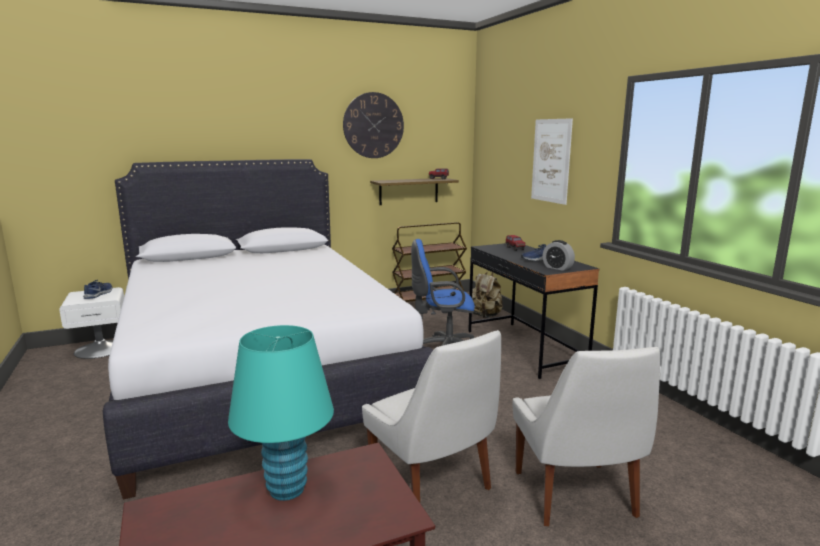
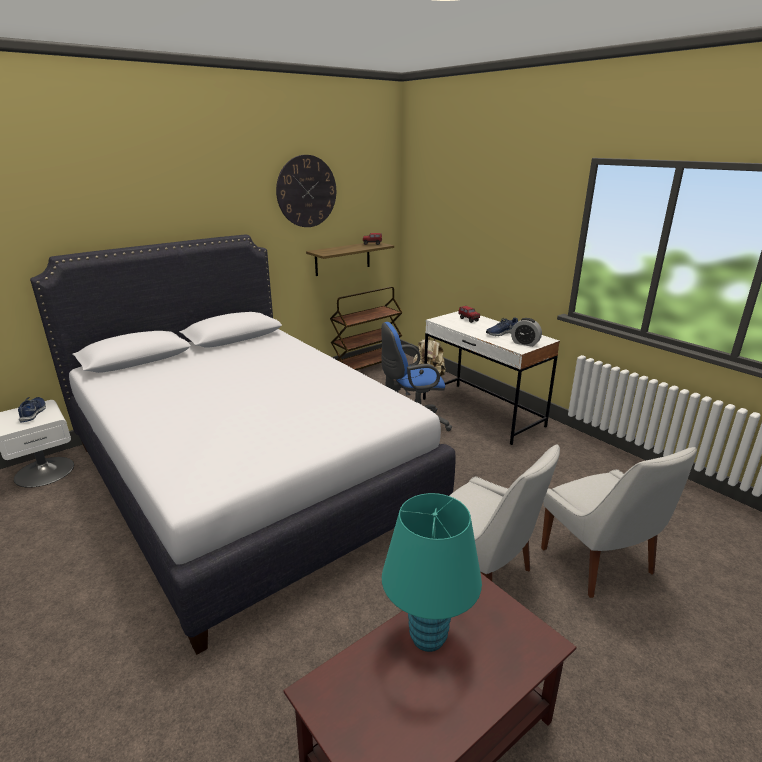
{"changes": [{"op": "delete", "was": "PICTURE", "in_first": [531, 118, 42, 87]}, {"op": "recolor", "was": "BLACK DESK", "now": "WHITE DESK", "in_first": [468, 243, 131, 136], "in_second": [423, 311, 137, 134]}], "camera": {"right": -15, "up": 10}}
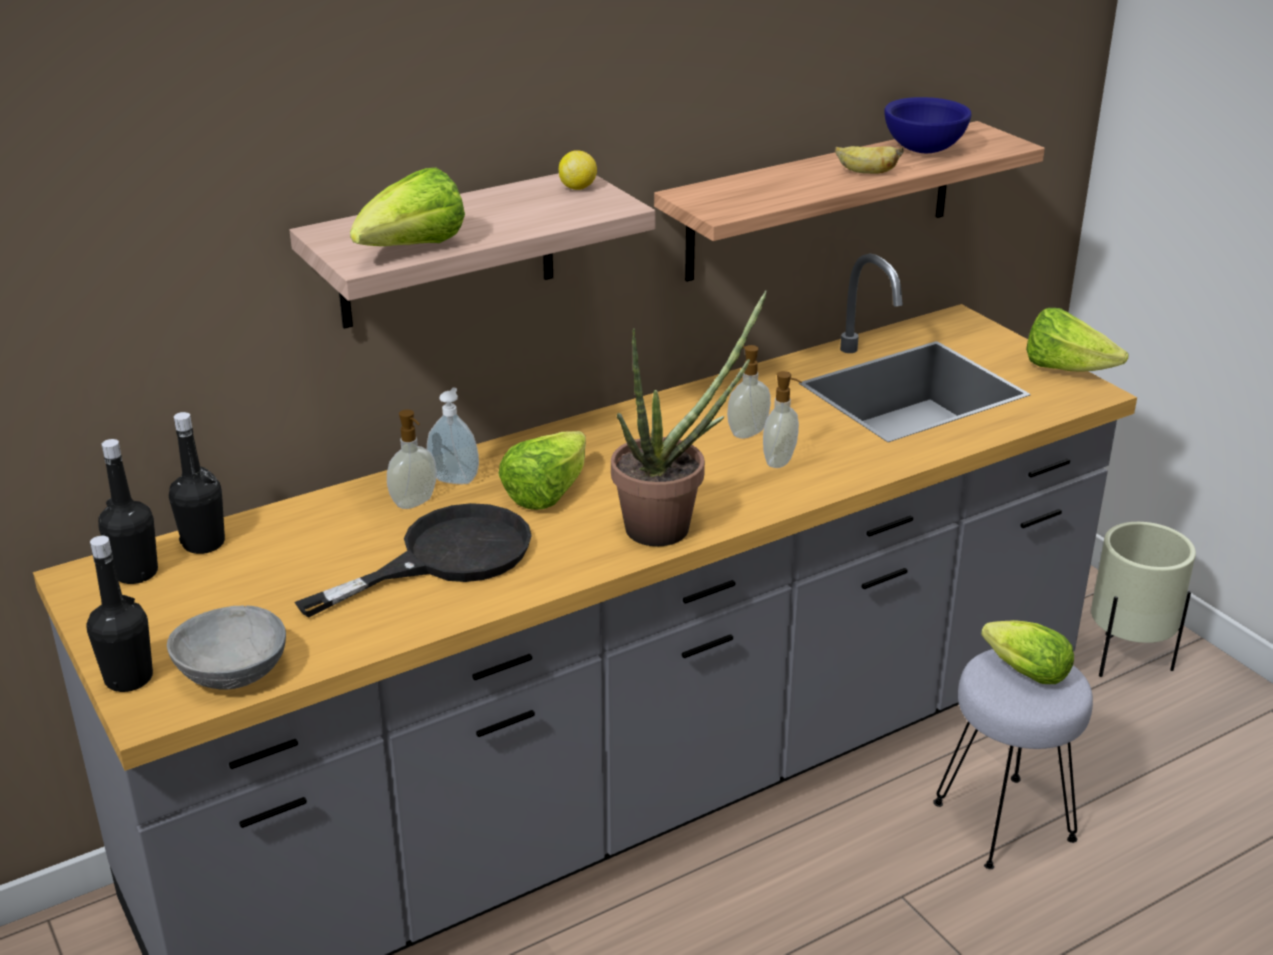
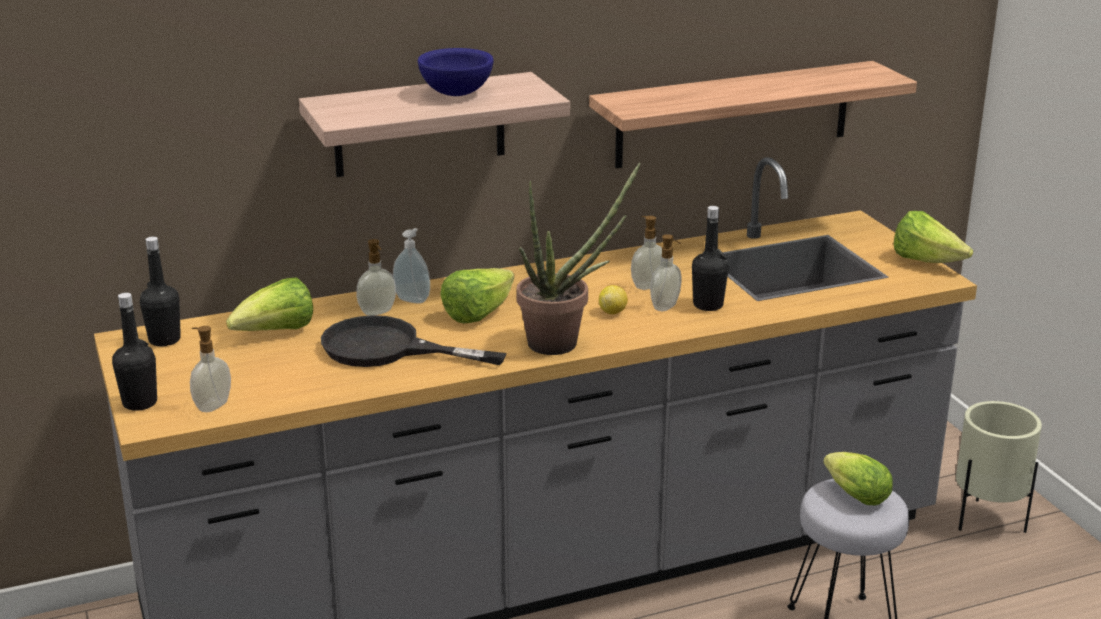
{"changes": [{"op": "move", "was": "BLUE BOWL", "in_first": [884, 97, 88, 56], "in_second": [418, 48, 76, 48]}, {"op": "delete", "was": "BANANA", "in_first": [835, 146, 69, 28]}, {"op": "move", "was": "LEMON", "in_first": [559, 150, 38, 40], "in_second": [599, 285, 29, 29]}, {"op": "move", "was": "LETTUCE", "in_first": [350, 168, 115, 78], "in_second": [226, 277, 87, 54]}, {"op": "move", "was": "BLACK BOTTLE", "in_first": [169, 412, 56, 142], "in_second": [692, 206, 37, 105]}, {"op": "rotate", "was": "BLACK FRYING PAN", "in_first": [295, 503, 237, 115], "in_second": [321, 315, 186, 52], "clockwise": -135}, {"op": "replace", "was": "GREY BOWL", "now": "SOAP DISPENSER", "in_first": [167, 605, 119, 85], "in_second": [190, 326, 41, 86]}], "camera": {"right": 10, "up": -5}}
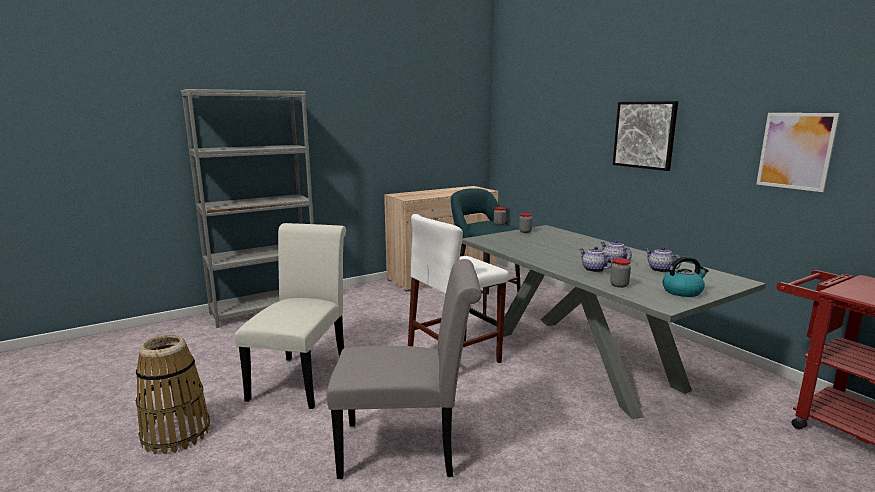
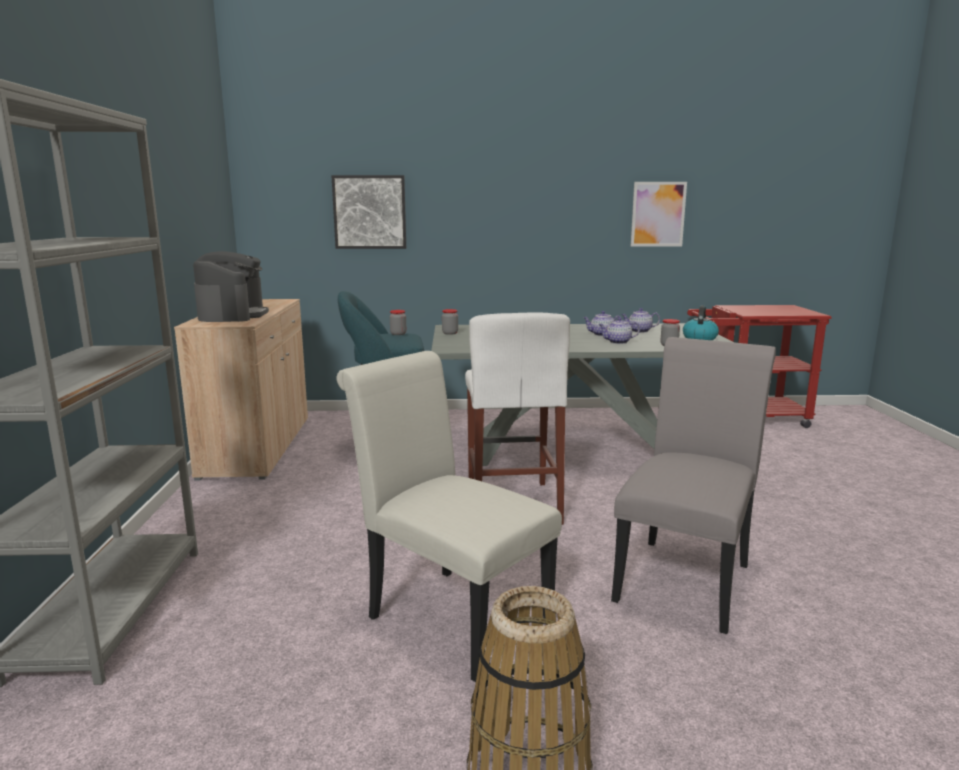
{"changes": [{"op": "move", "was": "PICTURE", "in_first": [613, 101, 65, 70], "in_second": [331, 175, 75, 74]}, {"op": "insert", "now": "COFFEE MACHINE", "in_second": [193, 251, 76, 71]}], "camera": {"right": -60, "up": 0}}
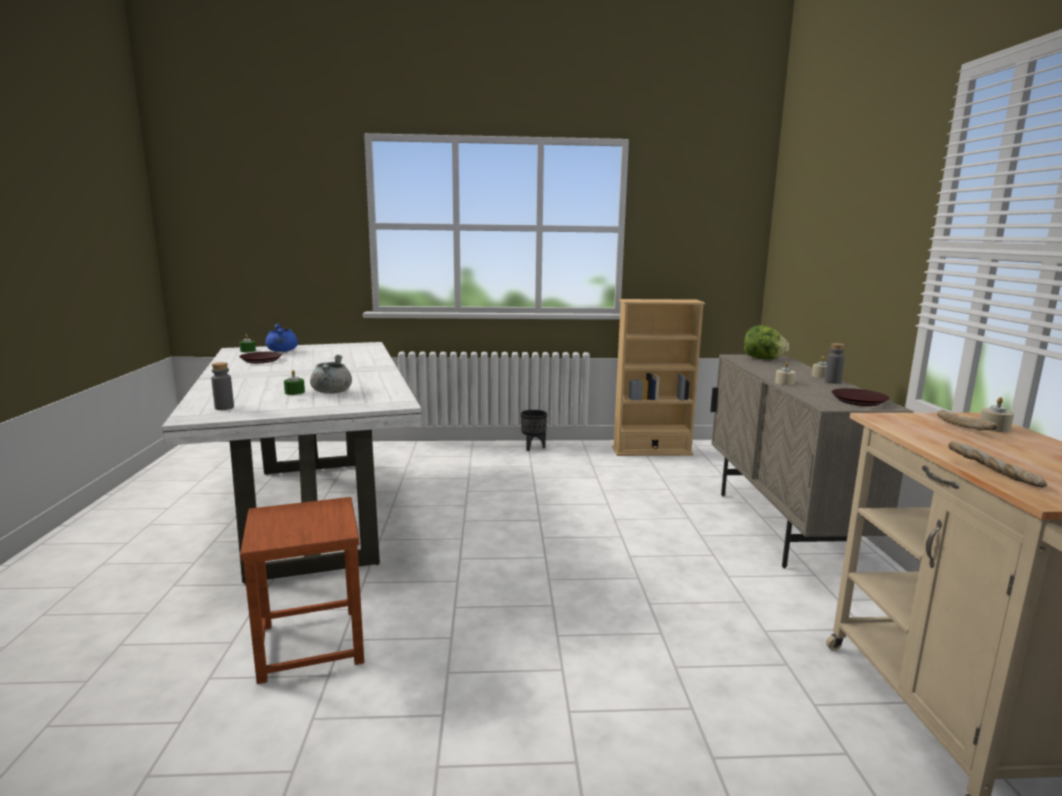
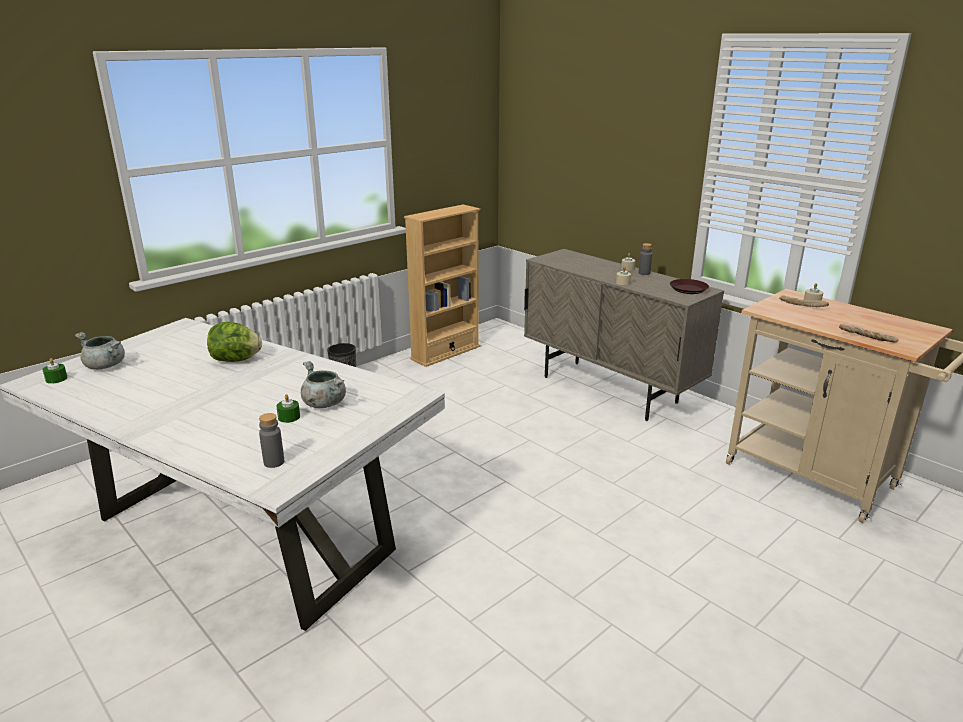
{"changes": [{"op": "recolor", "was": "BLUE COOKING POT", "now": "GREY COOKING POT", "in_first": [265, 323, 33, 29], "in_second": [75, 332, 50, 38]}, {"op": "move", "was": "LETTUCE", "in_first": [744, 325, 45, 35], "in_second": [207, 322, 55, 40]}, {"op": "delete", "was": "BROWN PLATE", "in_first": [239, 352, 43, 11]}, {"op": "delete", "was": "BROWN STOOL", "in_first": [240, 497, 124, 187]}], "camera": {"right": -40, "up": 10}}
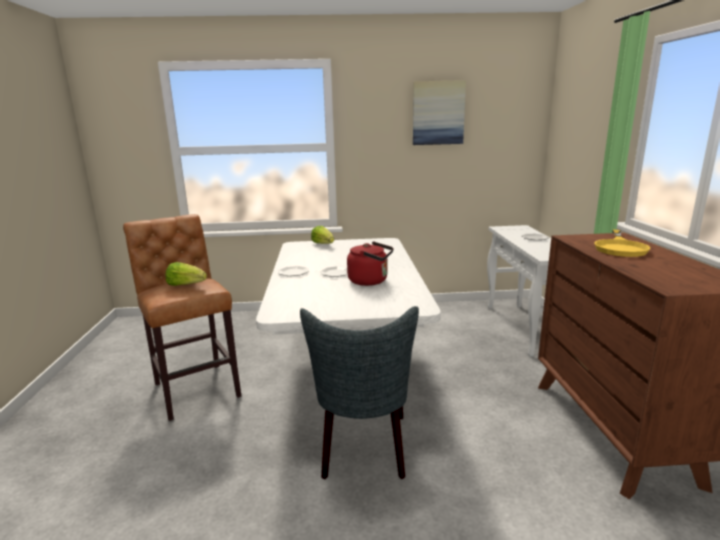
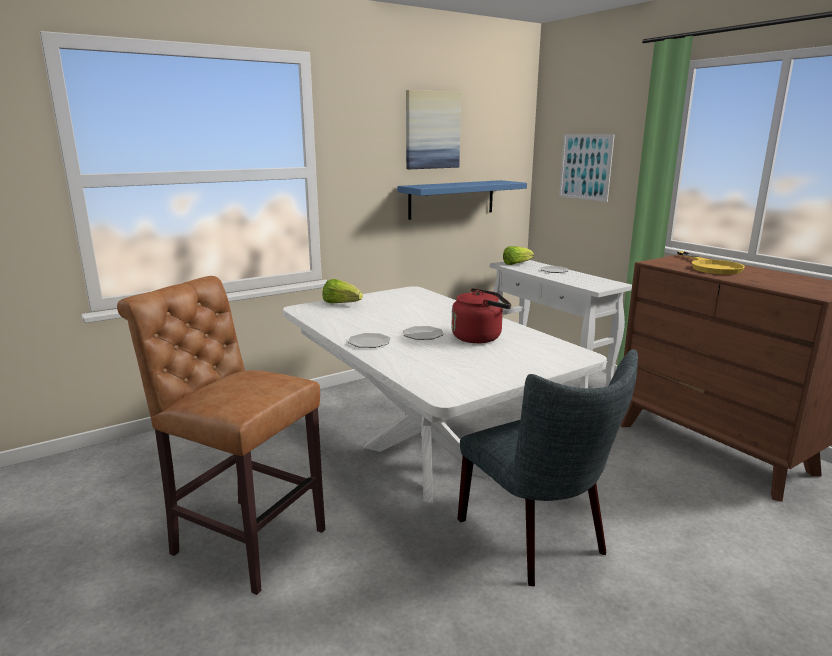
{"changes": [{"op": "move", "was": "LETTUCE", "in_first": [165, 262, 42, 24], "in_second": [503, 246, 31, 19]}, {"op": "insert", "now": "PICTURE", "in_second": [559, 134, 56, 68]}, {"op": "insert", "now": "BLUE SHELF", "in_second": [397, 180, 130, 40]}], "camera": {"right": -30, "up": 0}}
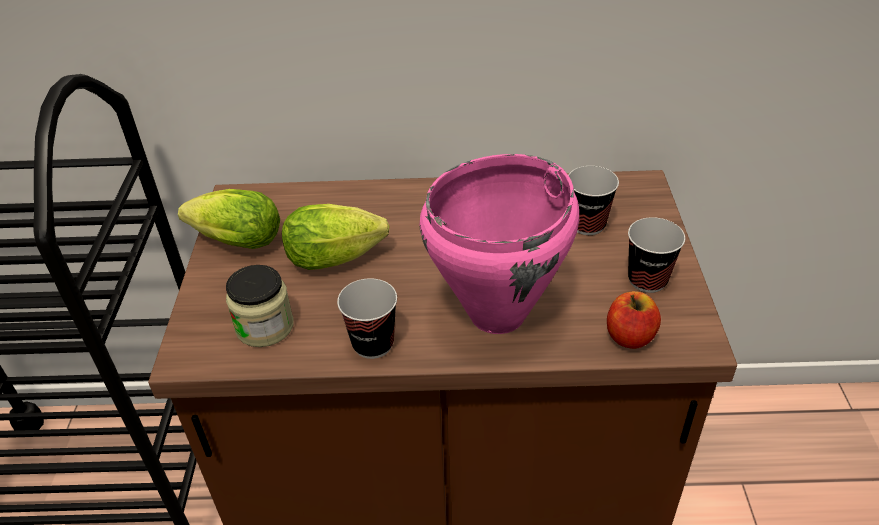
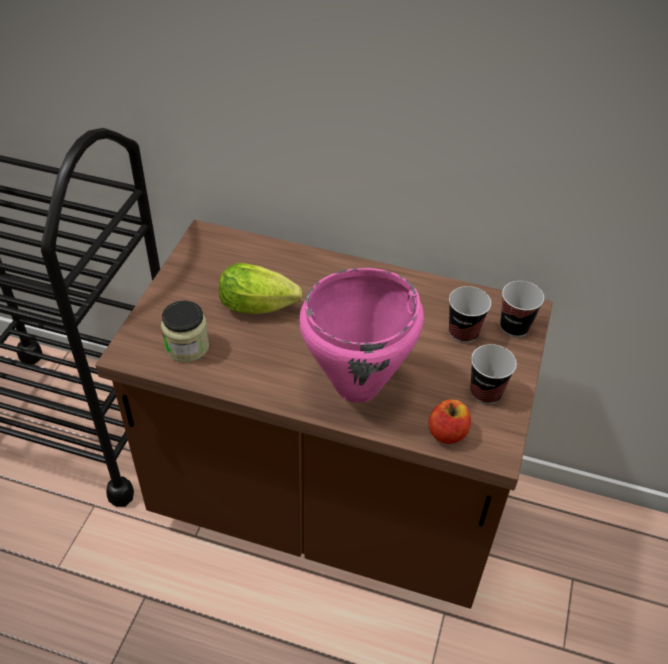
{"changes": [{"op": "delete", "was": "LETTUCE", "in_first": [178, 189, 102, 60]}, {"op": "move", "was": "CUP", "in_first": [337, 278, 60, 81], "in_second": [500, 281, 44, 56]}], "camera": {"right": 15, "up": 5}}
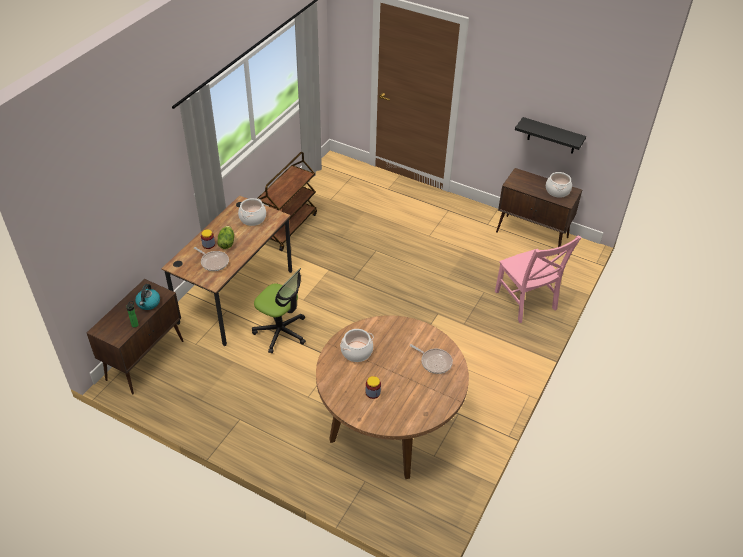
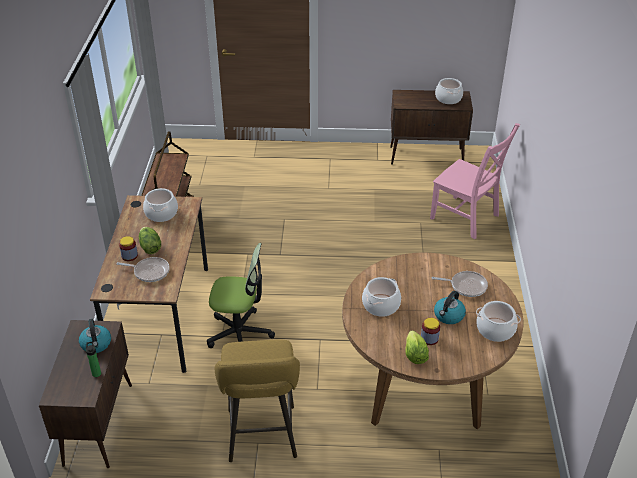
{"changes": [{"op": "delete", "was": "BLACK SHELF", "in_first": [515, 117, 71, 37]}, {"op": "insert", "now": "KETTLE", "in_second": [434, 291, 32, 33]}, {"op": "insert", "now": "COOKING POT", "in_second": [476, 301, 45, 41]}, {"op": "insert", "now": "LETTUCE", "in_second": [405, 330, 24, 34]}, {"op": "insert", "now": "YELLOW STOOL", "in_second": [214, 340, 86, 122]}], "camera": {"right": -25, "up": -5}}
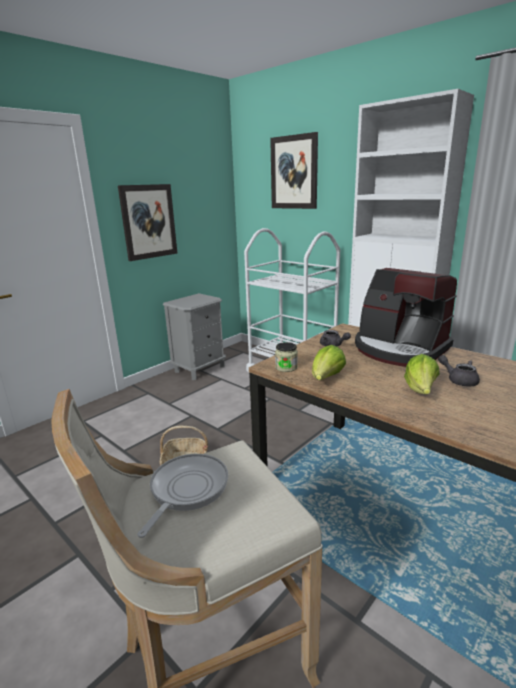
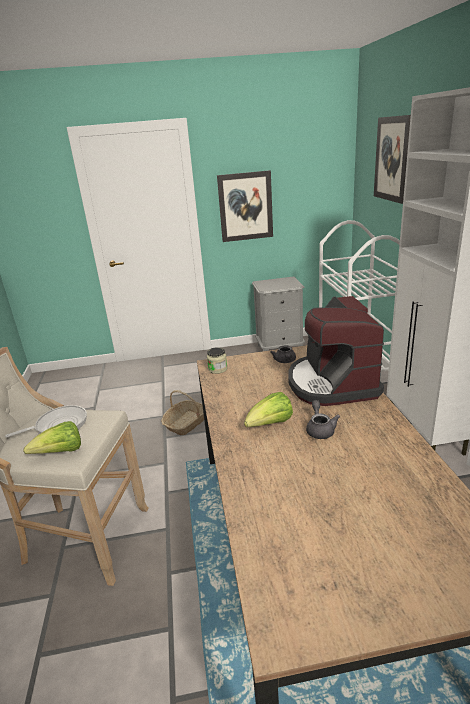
{"changes": [{"op": "move", "was": "LETTUCE", "in_first": [312, 345, 34, 35], "in_second": [23, 421, 58, 33]}], "camera": {"right": 40, "up": 5}}
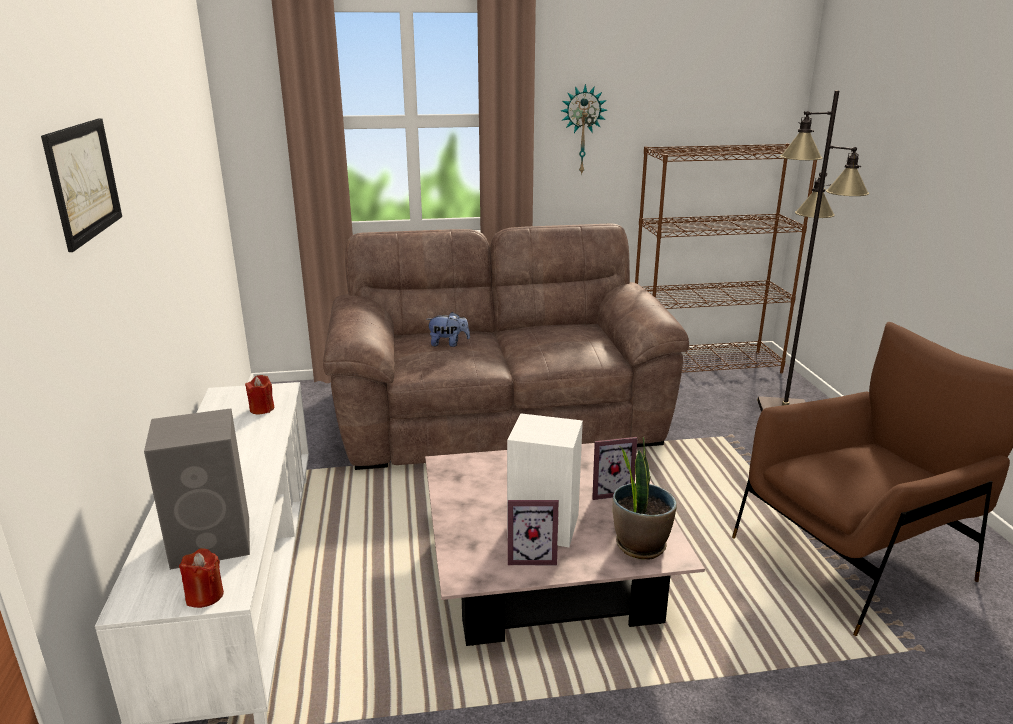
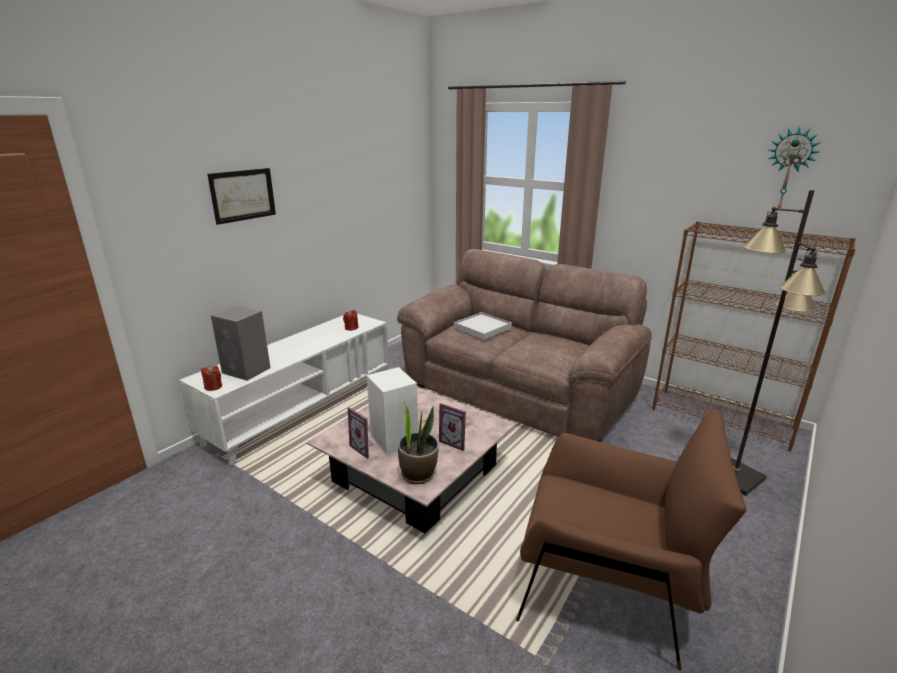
{"changes": [{"op": "move", "was": "WALL CLOCK", "in_first": [561, 84, 46, 91], "in_second": [768, 127, 53, 84]}, {"op": "replace", "was": "PLUSH TOY", "now": "WHITE TRAY", "in_first": [426, 312, 44, 35], "in_second": [454, 312, 58, 28]}], "camera": {"right": 45, "up": 0}}
